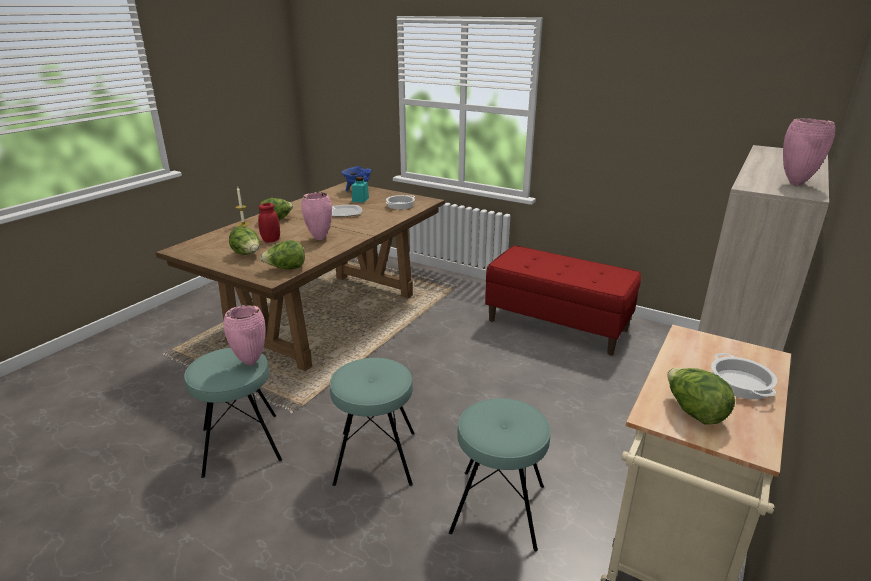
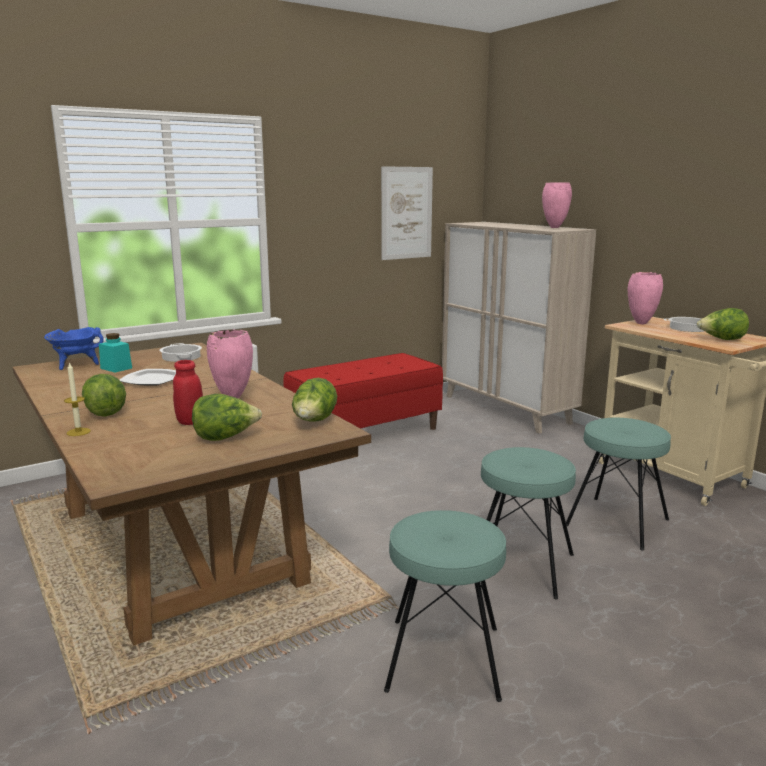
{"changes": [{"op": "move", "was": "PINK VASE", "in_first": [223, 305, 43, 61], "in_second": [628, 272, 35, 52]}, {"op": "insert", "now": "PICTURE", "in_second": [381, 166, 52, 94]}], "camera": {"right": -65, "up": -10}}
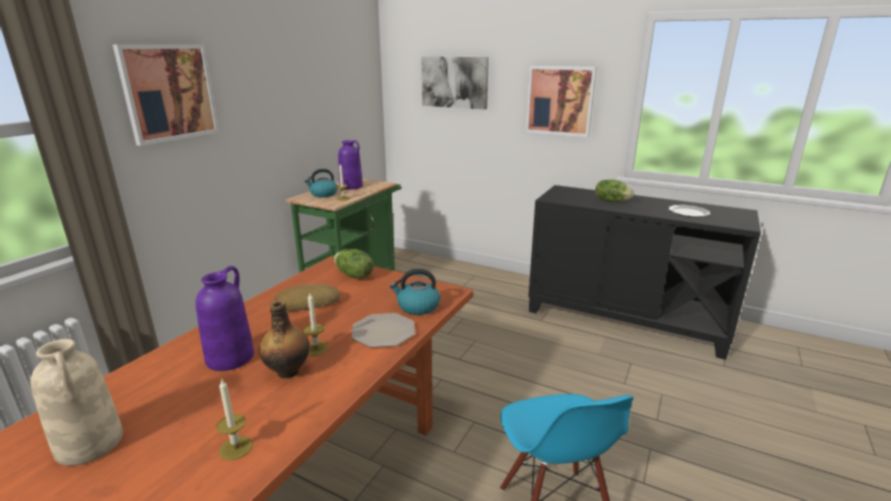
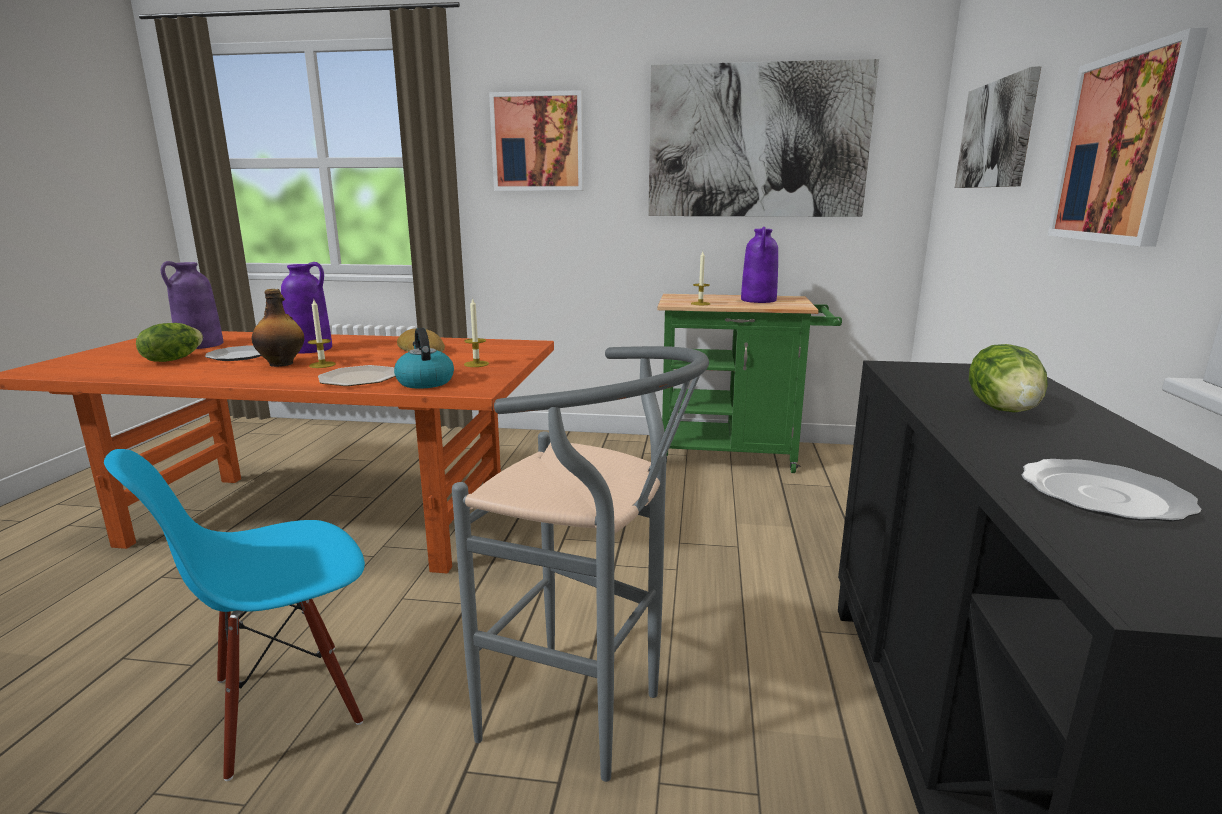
{"changes": [{"op": "delete", "was": "KETTLE", "in_first": [304, 169, 34, 28]}, {"op": "move", "was": "LETTUCE", "in_first": [334, 249, 40, 30], "in_second": [136, 323, 67, 39]}, {"op": "recolor", "was": "BEIGE VASE", "now": "PURPLE VASE", "in_first": [30, 339, 93, 127], "in_second": [161, 261, 62, 88]}, {"op": "move", "was": "CANDLE", "in_first": [216, 378, 37, 82], "in_second": [464, 297, 25, 70]}, {"op": "insert", "now": "PICTURE", "in_second": [648, 59, 231, 158]}, {"op": "insert", "now": "PLATE", "in_second": [205, 345, 56, 16]}, {"op": "insert", "now": "GREY STOOL", "in_second": [452, 346, 257, 436]}], "camera": {"right": 70, "up": -5}}
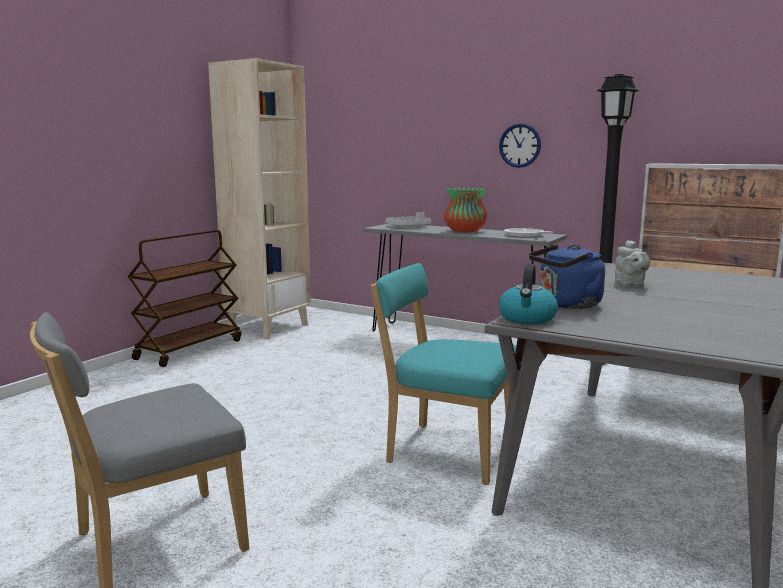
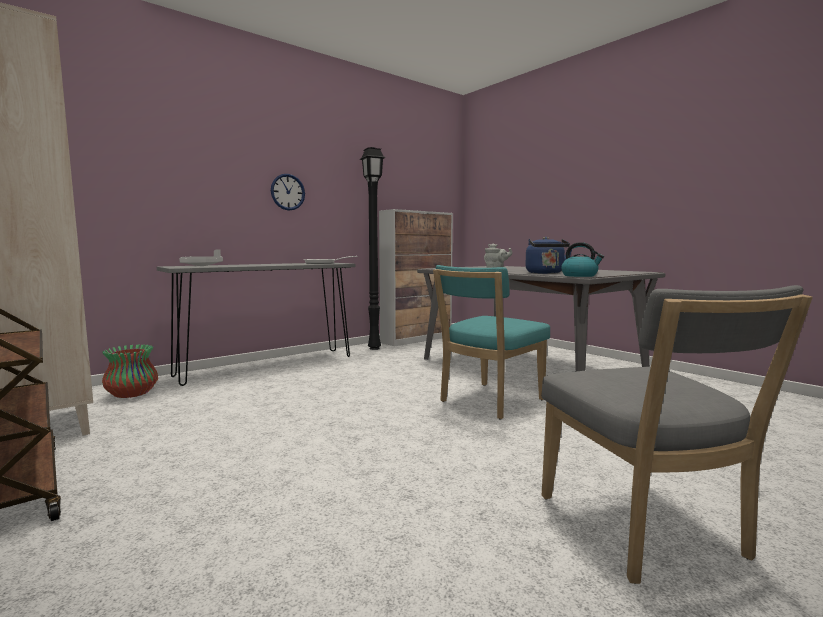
{"changes": [{"op": "move", "was": "VASE", "in_first": [444, 187, 43, 45], "in_second": [102, 344, 56, 54]}], "camera": {"right": -70, "up": -5}}
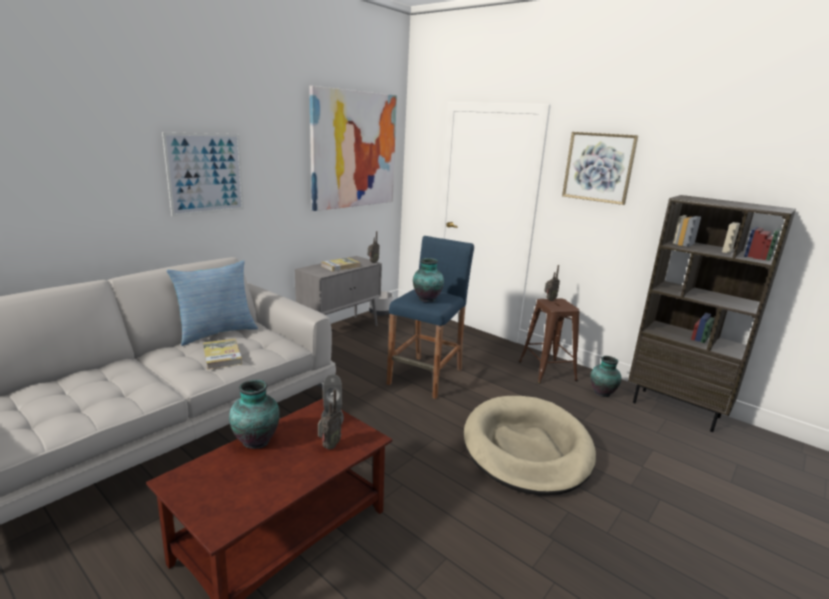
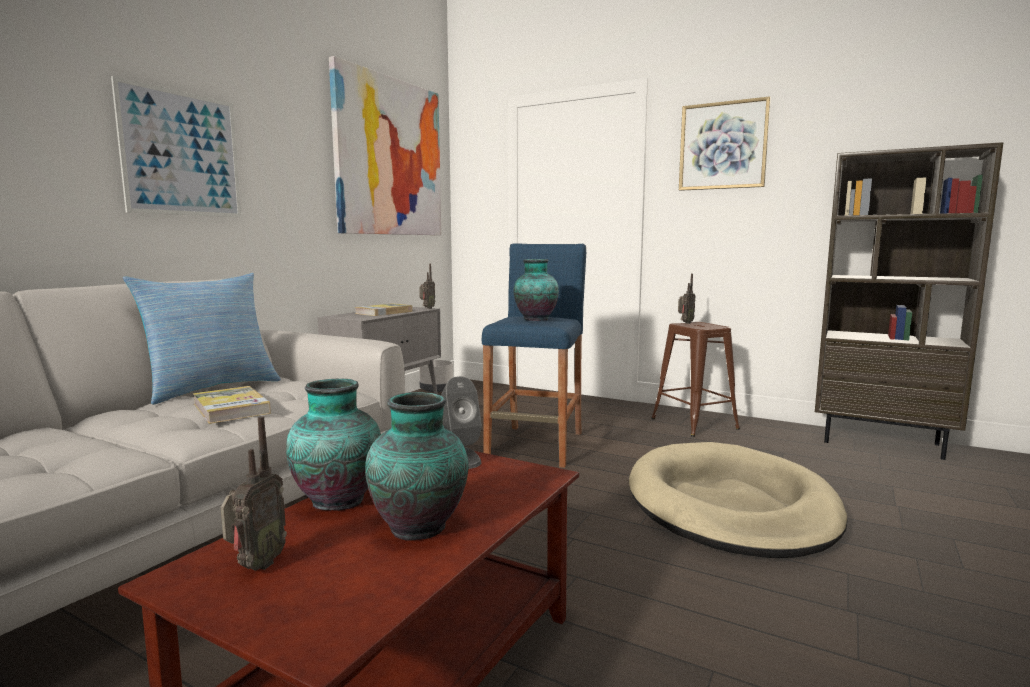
{"changes": [{"op": "move", "was": "VASE", "in_first": [590, 356, 31, 41], "in_second": [365, 392, 104, 149]}, {"op": "move", "was": "RADIO", "in_first": [318, 389, 23, 61], "in_second": [220, 416, 67, 155]}], "camera": {"right": -10, "up": -10}}
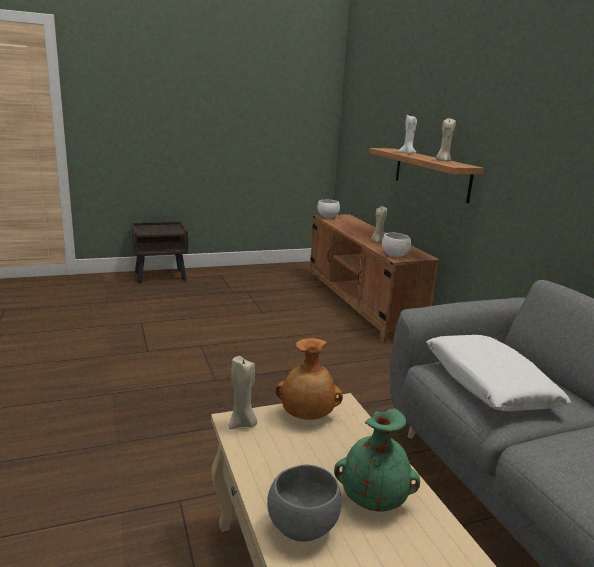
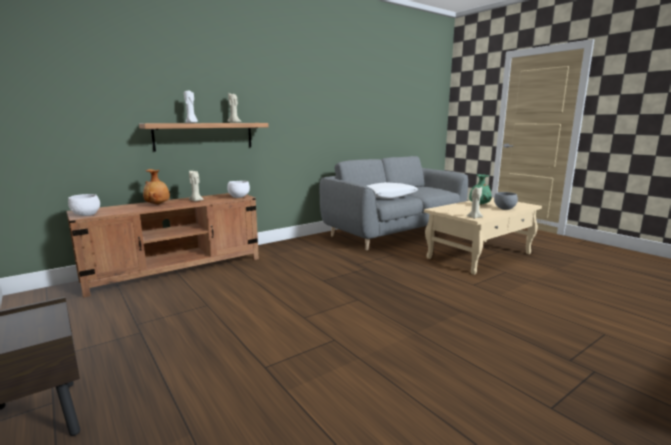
{"changes": [{"op": "move", "was": "BROWN VASE", "in_first": [276, 338, 67, 82], "in_second": [143, 169, 27, 36]}], "camera": {"right": -105, "up": -5}}
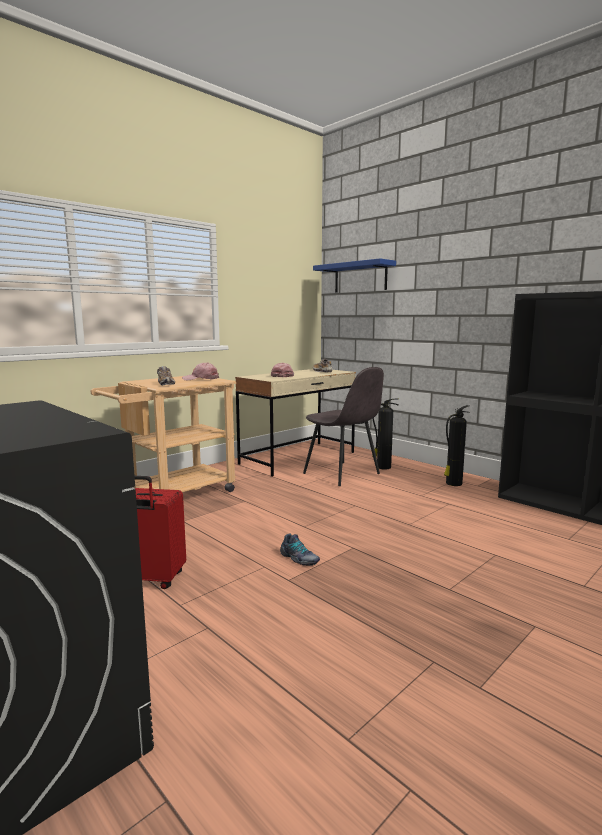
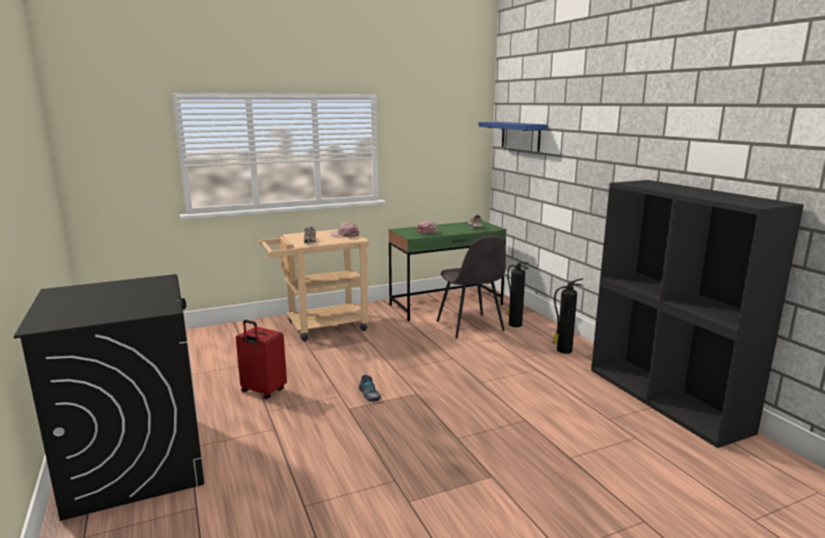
{"changes": [{"op": "recolor", "was": "BEIGE DESK", "now": "GREEN DESK", "in_first": [235, 369, 121, 107], "in_second": [389, 221, 118, 100]}], "camera": {"right": 20, "up": 5}}
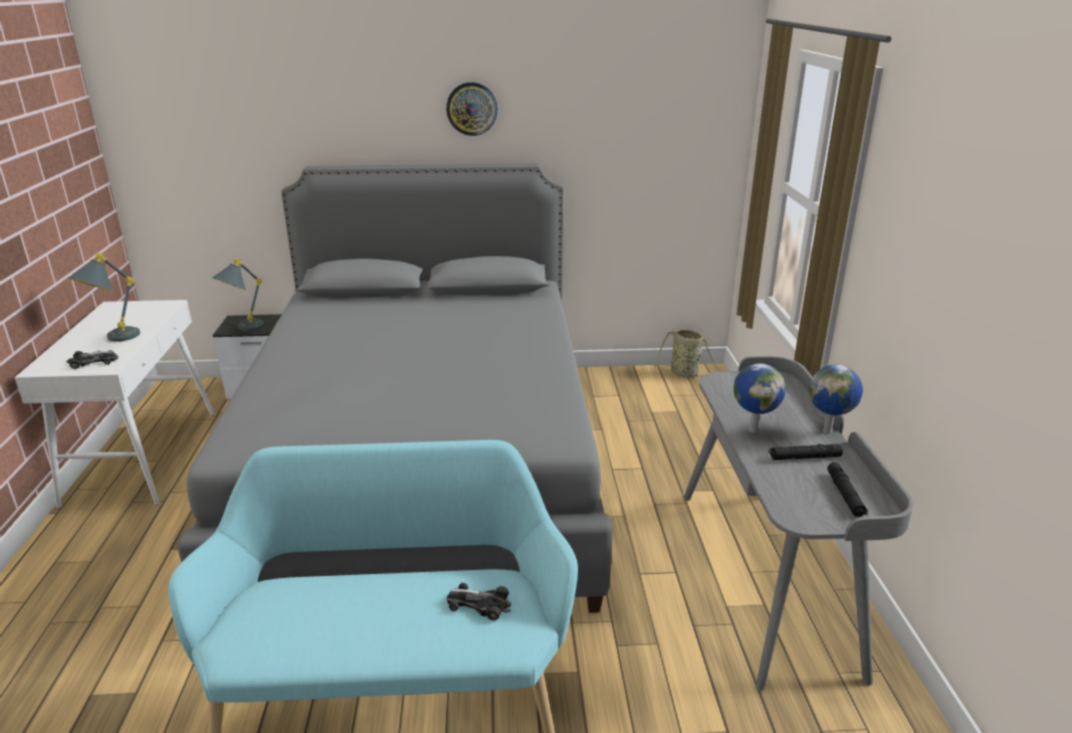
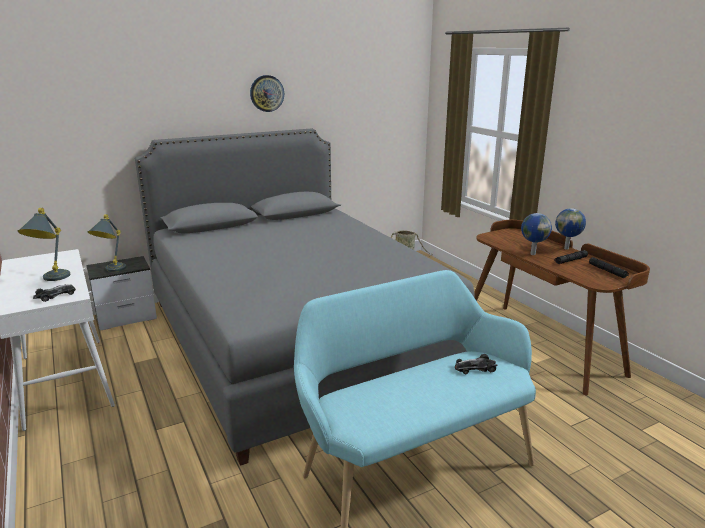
{"changes": [{"op": "recolor", "was": "GREY DESK", "now": "BROWN DESK", "in_first": [683, 356, 231, 335], "in_second": [474, 220, 176, 175]}], "camera": {"right": -25, "up": -5}}
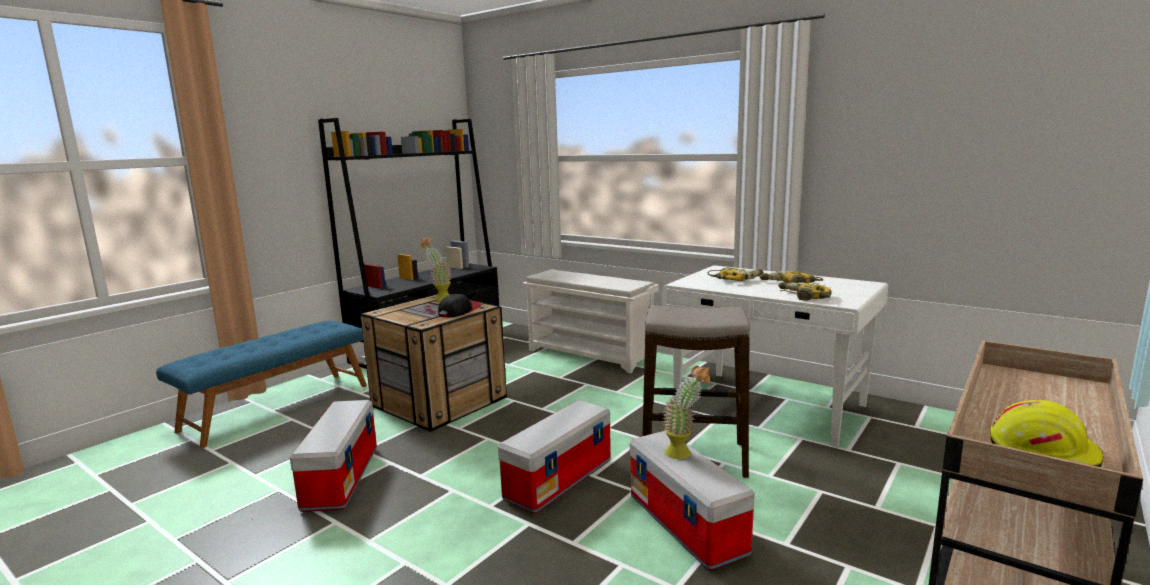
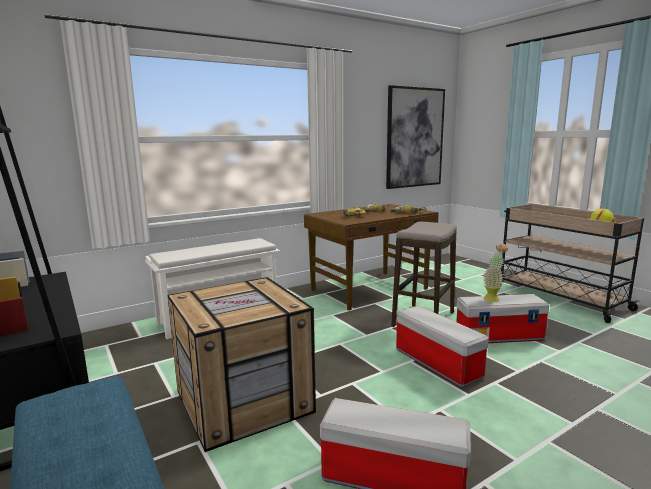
{"changes": [{"op": "delete", "was": "POTTED PLANT", "in_first": [420, 237, 32, 64]}, {"op": "recolor", "was": "WHITE DESK", "now": "BROWN DESK", "in_first": [663, 265, 225, 182], "in_second": [304, 204, 135, 107]}, {"op": "delete", "was": "CAP", "in_first": [438, 294, 44, 23]}, {"op": "insert", "now": "PICTURE", "in_second": [386, 85, 59, 104]}], "camera": {"right": -70, "up": 0}}
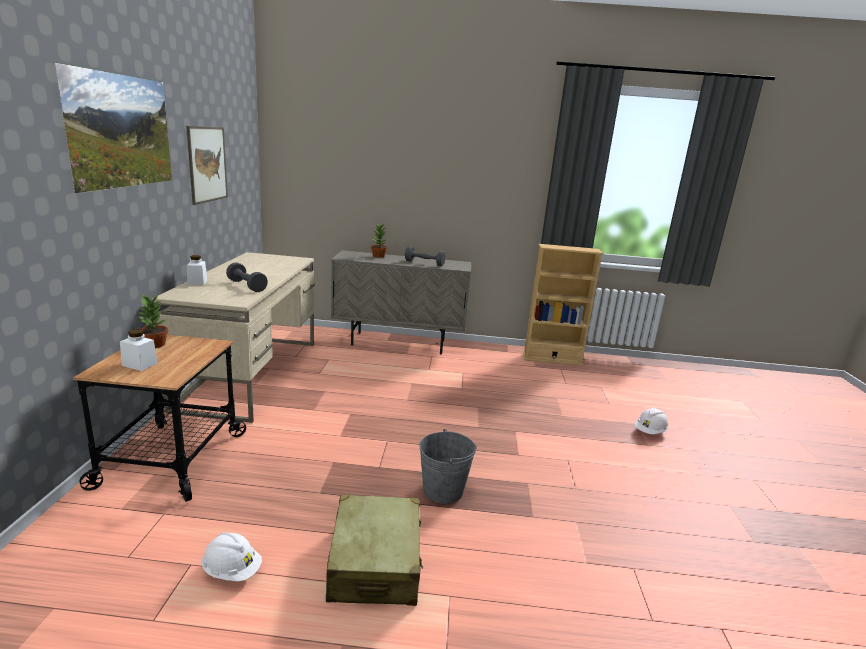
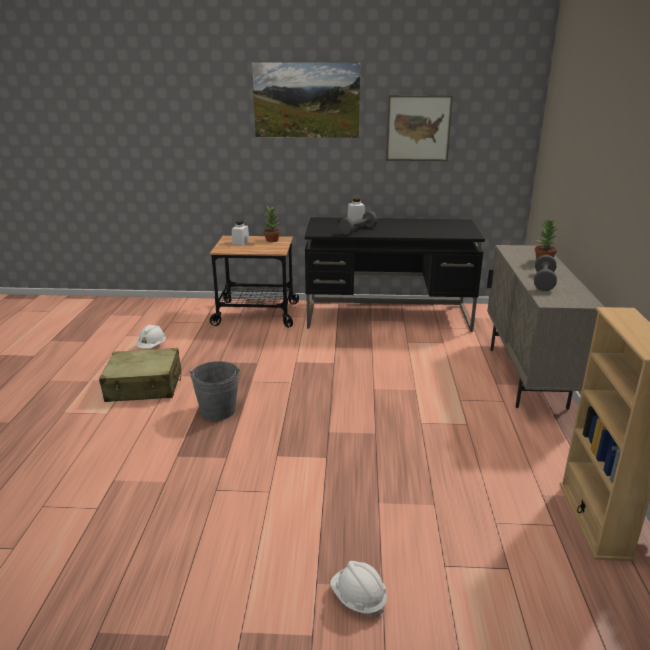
{"changes": [{"op": "recolor", "was": "BEIGE DESK", "now": "BLACK DESK", "in_first": [152, 252, 163, 171], "in_second": [305, 217, 180, 115]}], "camera": {"right": 90, "up": 5}}
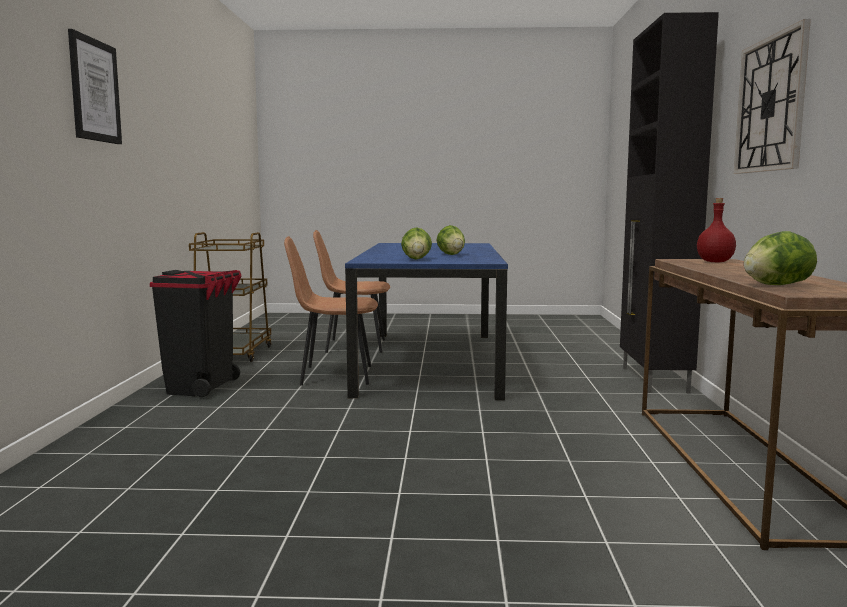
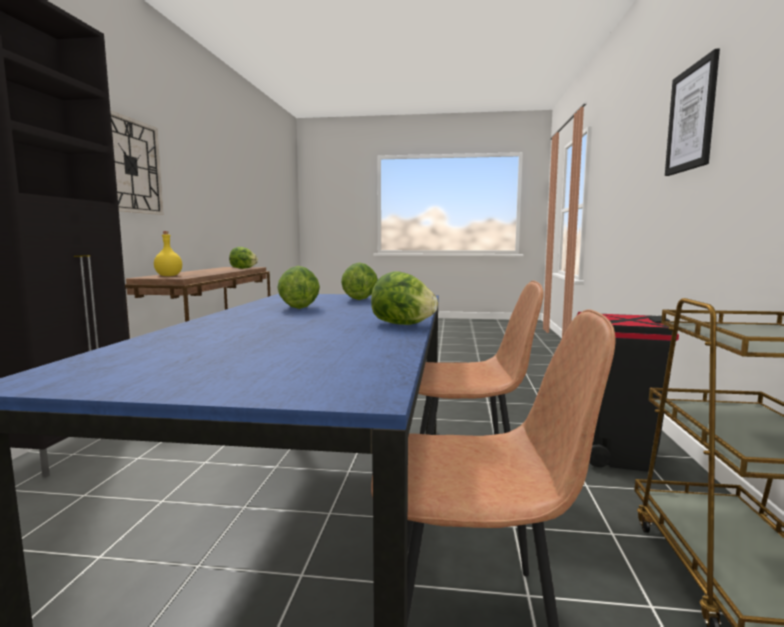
{"changes": [{"op": "recolor", "was": "RED BOTTLE", "now": "YELLOW BOTTLE", "in_first": [697, 198, 39, 64], "in_second": [154, 231, 28, 45]}, {"op": "insert", "now": "LETTUCE", "in_second": [371, 272, 67, 53]}], "camera": {"right": -175, "up": 0}}
